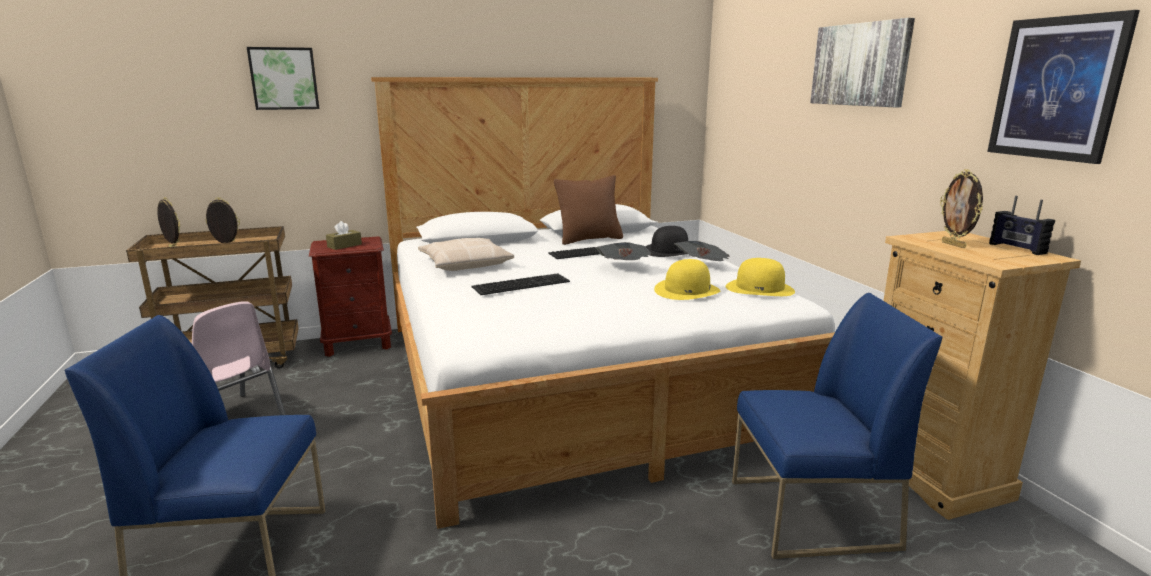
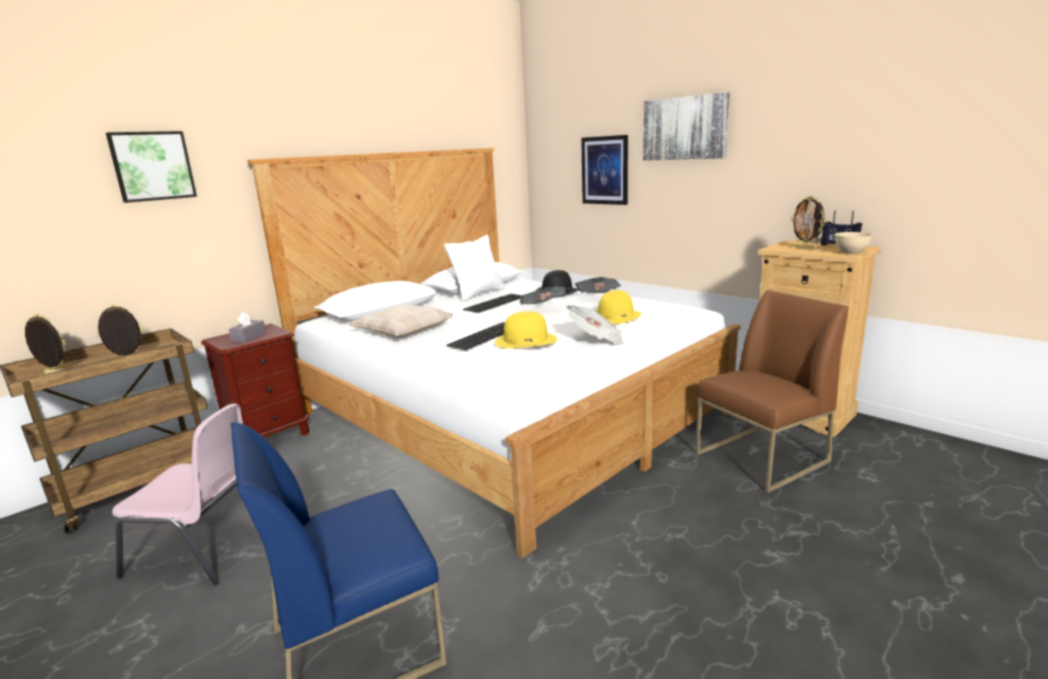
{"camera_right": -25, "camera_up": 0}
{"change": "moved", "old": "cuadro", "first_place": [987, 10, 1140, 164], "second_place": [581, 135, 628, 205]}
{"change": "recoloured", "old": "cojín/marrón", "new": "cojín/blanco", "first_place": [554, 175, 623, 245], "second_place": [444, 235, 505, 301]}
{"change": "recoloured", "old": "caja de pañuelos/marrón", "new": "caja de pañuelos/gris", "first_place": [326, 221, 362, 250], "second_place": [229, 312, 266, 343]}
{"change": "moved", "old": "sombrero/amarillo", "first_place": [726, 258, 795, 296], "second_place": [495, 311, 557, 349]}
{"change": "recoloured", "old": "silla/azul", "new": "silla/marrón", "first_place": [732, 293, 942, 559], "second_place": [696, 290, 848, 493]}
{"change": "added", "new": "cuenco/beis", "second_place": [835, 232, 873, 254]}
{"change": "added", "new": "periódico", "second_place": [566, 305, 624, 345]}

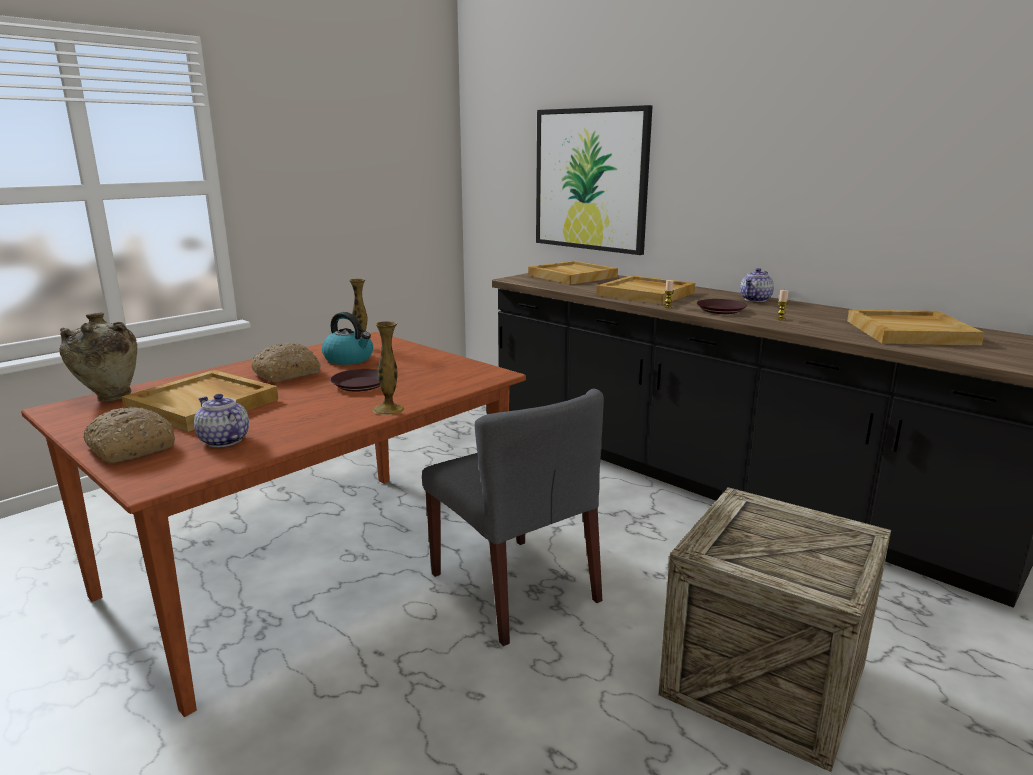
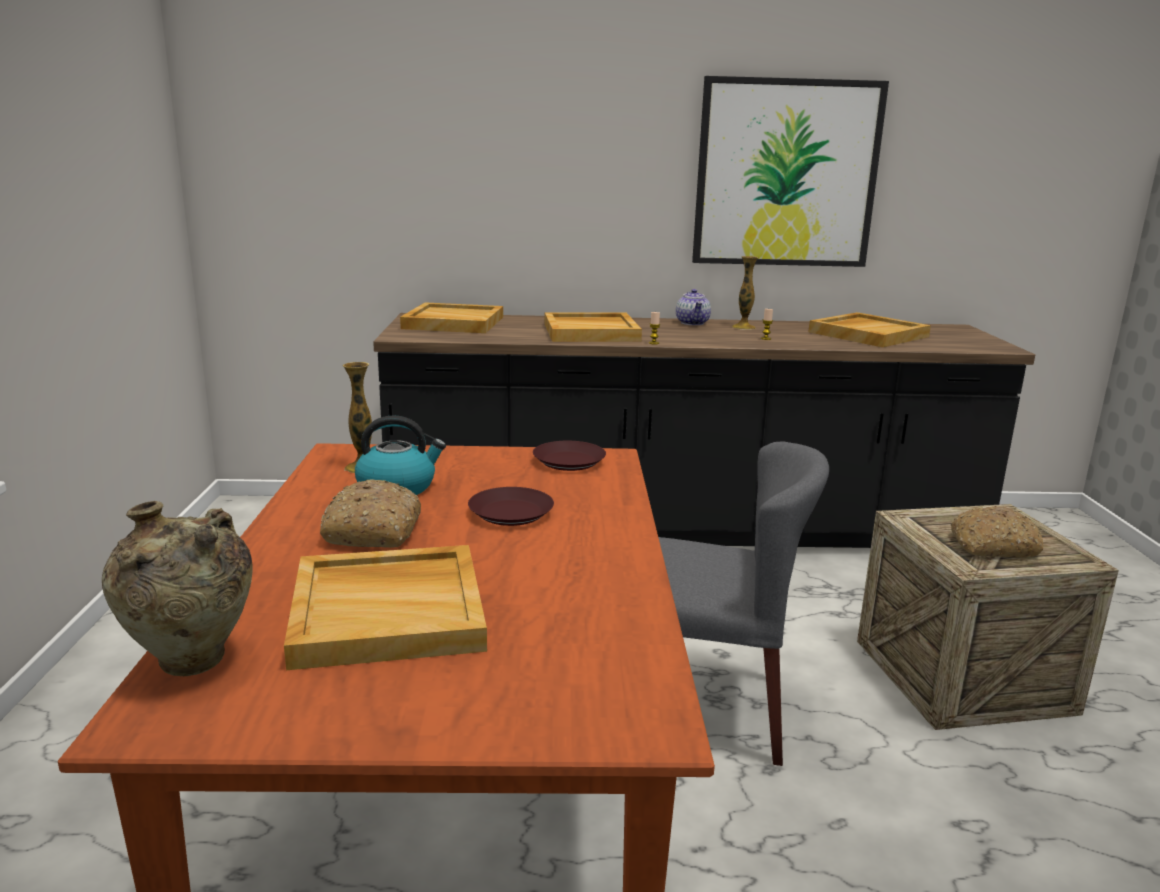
{"camera_right": -45, "camera_up": 0}
{"change": "moved", "old": "cuadro", "first_place": [536, 105, 652, 255], "second_place": [692, 76, 889, 267]}
{"change": "moved", "old": "plato/marrón", "first_place": [697, 299, 747, 314], "second_place": [533, 441, 606, 471]}
{"change": "moved", "old": "florero", "first_place": [373, 321, 404, 415], "second_place": [732, 256, 759, 330]}
{"change": "removed", "old": "tetera", "first_place": [194, 394, 249, 447]}
{"change": "moved", "old": "pan", "first_place": [83, 406, 175, 463], "second_place": [950, 506, 1043, 558]}

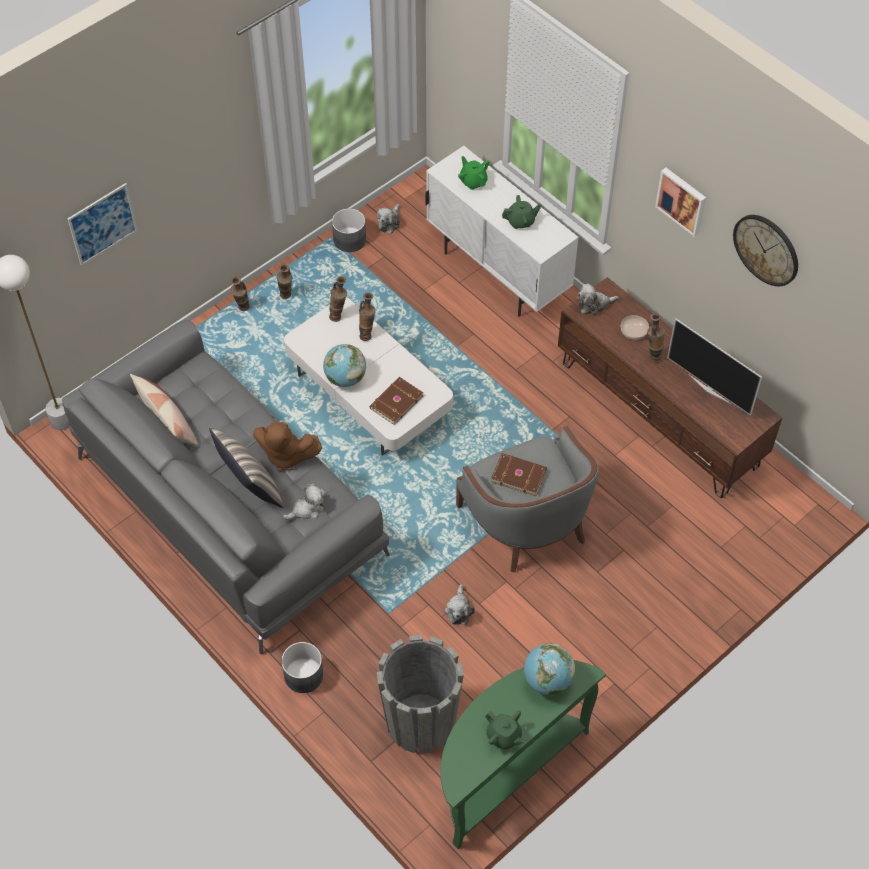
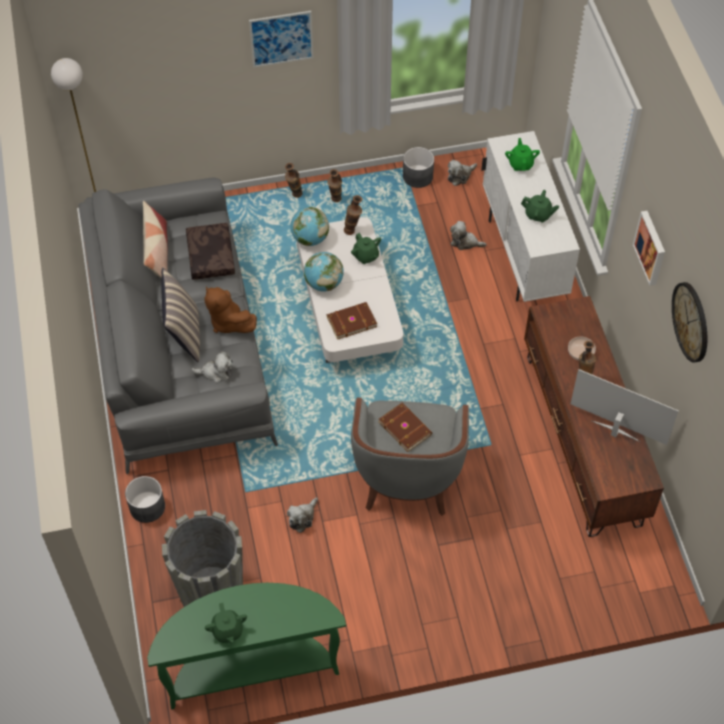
{"camera_right": 30, "camera_up": 0}
{"change": "moved", "old": "cuadro", "first_place": [68, 183, 138, 266], "second_place": [249, 11, 313, 68]}
{"change": "moved", "old": "peluche", "first_place": [577, 284, 619, 315], "second_place": [450, 221, 487, 250]}
{"change": "replaced", "old": "florero", "new": "tetera/verde", "first_place": [359, 292, 376, 341], "second_place": [351, 233, 381, 264]}
{"change": "turned", "old": "televisor", "first_place": [667, 318, 762, 416], "second_place": [571, 369, 679, 445], "degrees": 135}
{"change": "moved", "old": "globo terráqueo", "first_place": [524, 643, 575, 696], "second_place": [290, 207, 329, 246]}
{"change": "added", "new": "cojín/marrón", "second_place": [186, 223, 235, 280]}

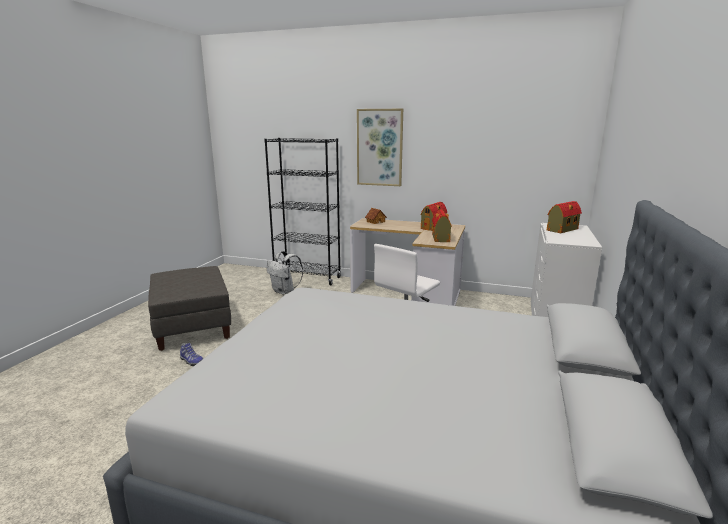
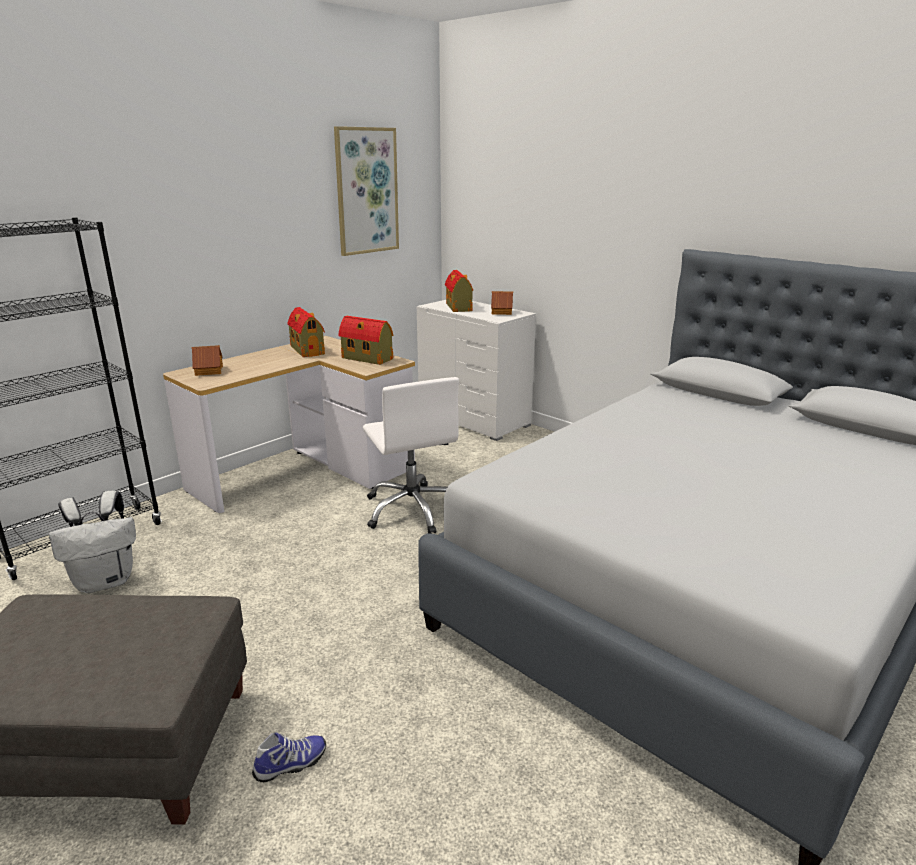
{"camera_right": -65, "camera_up": 5}
{"change": "moved", "old": "cuadro", "first_place": [357, 109, 403, 186], "second_place": [334, 126, 399, 256]}
{"change": "added", "new": "casita", "second_place": [491, 291, 513, 315]}

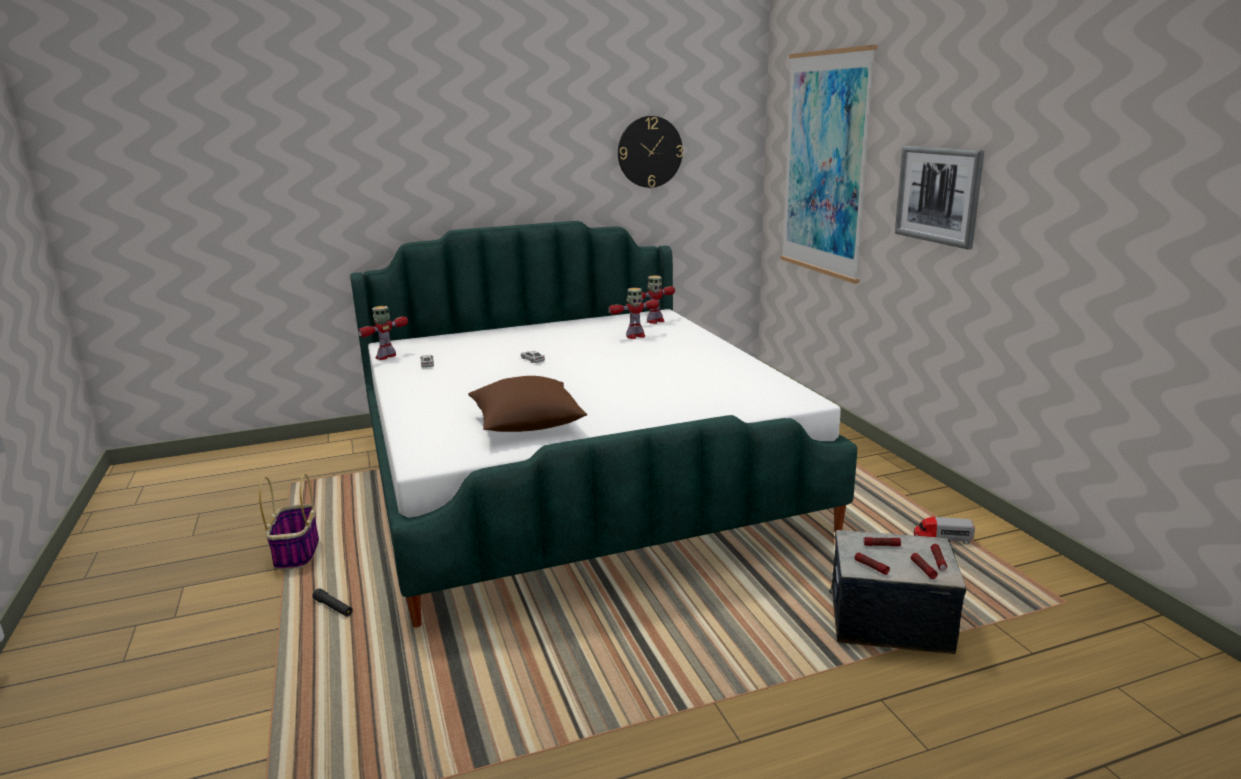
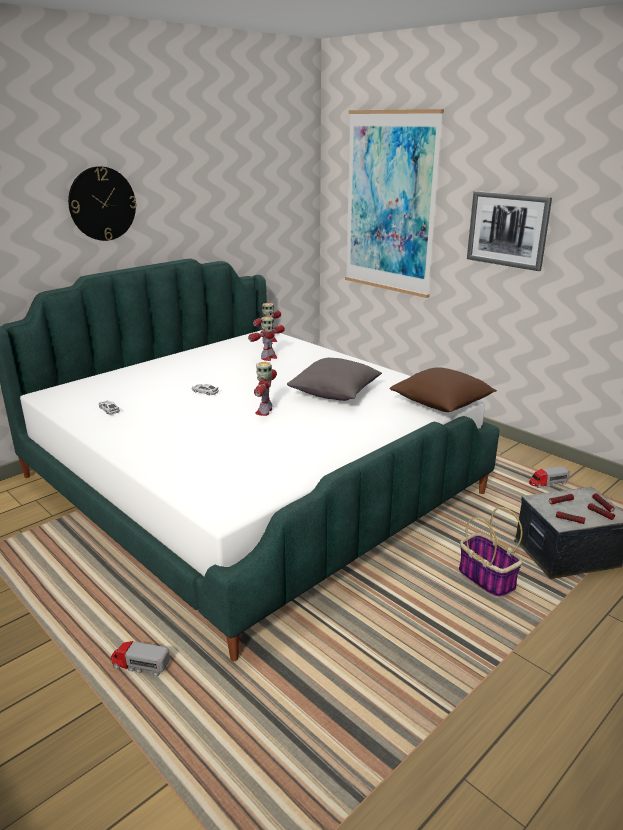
{"camera_right": -25, "camera_up": 5}
{"change": "moved", "old": "reloj de pared", "first_place": [618, 116, 683, 188], "second_place": [68, 166, 137, 241]}
{"change": "moved", "old": "robot de juguete", "first_place": [358, 306, 408, 360], "second_place": [254, 362, 277, 416]}
{"change": "moved", "old": "cojín/marrón", "first_place": [468, 376, 587, 432], "second_place": [390, 367, 497, 412]}
{"change": "moved", "old": "cesta", "first_place": [259, 474, 319, 570], "second_place": [459, 507, 522, 598]}
{"change": "replaced", "old": "linterna/negro", "new": "camión de juguete", "first_place": [312, 588, 353, 617], "second_place": [111, 641, 170, 676]}
{"change": "added", "new": "cojín/gris", "second_place": [287, 358, 382, 401]}

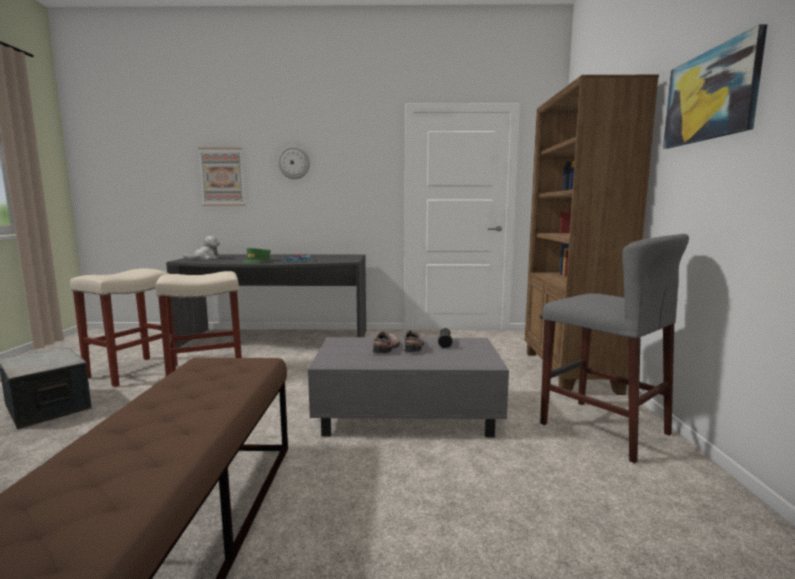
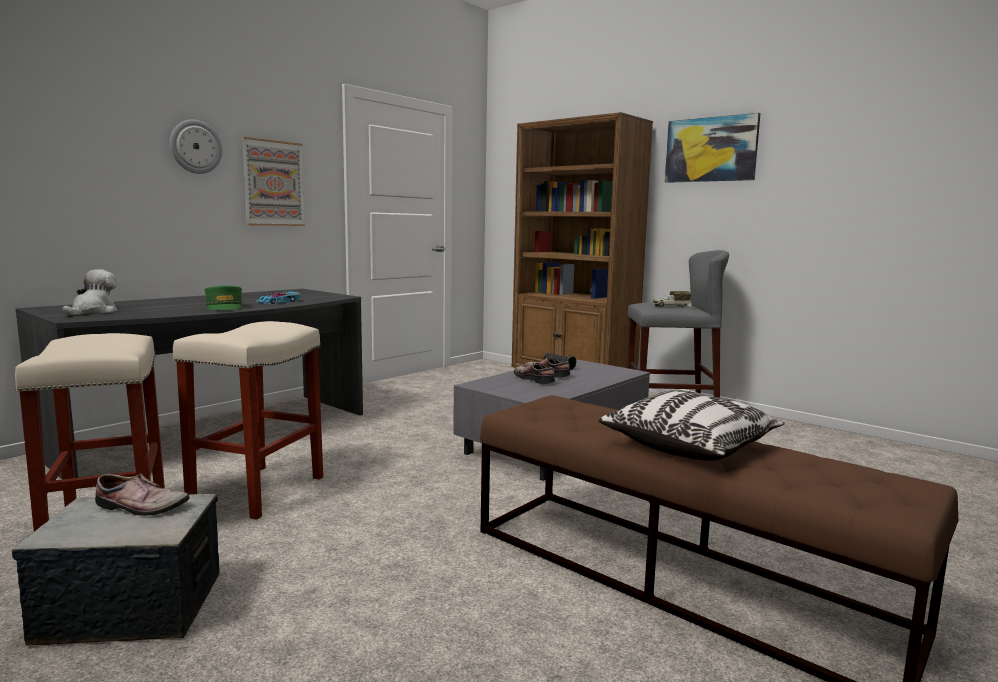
{"camera_right": -50, "camera_up": 0}
{"change": "moved", "old": "cuadro", "first_place": [198, 148, 245, 206], "second_place": [242, 137, 305, 226]}
{"change": "added", "new": "camión de juguete", "second_place": [653, 291, 691, 307]}
{"change": "added", "new": "cojín", "second_place": [598, 390, 785, 461]}
{"change": "added", "new": "zapato", "second_place": [95, 474, 189, 516]}

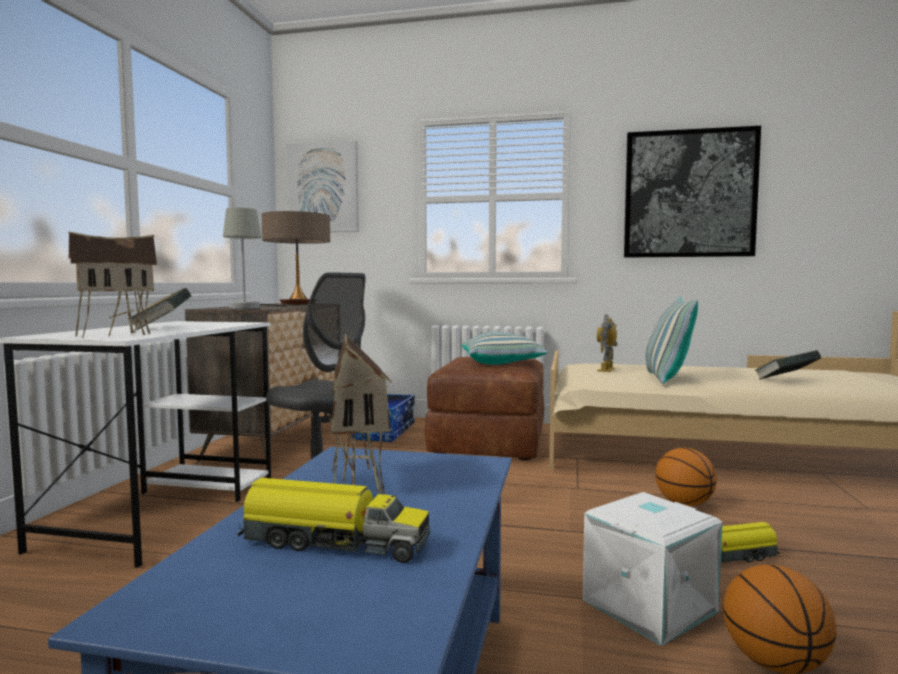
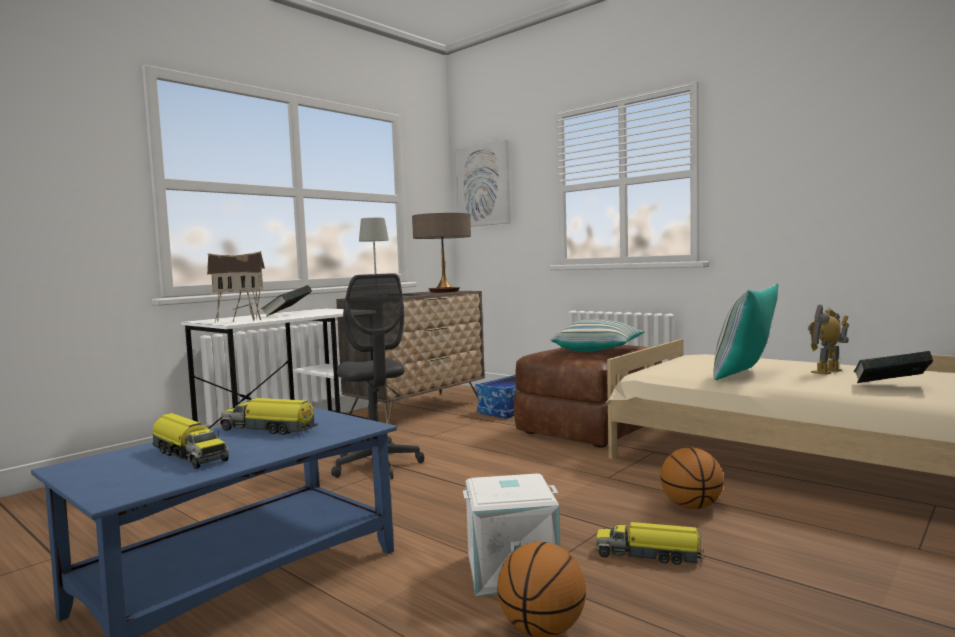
{"camera_right": 30, "camera_up": 0}
{"change": "removed", "old": "cuadro", "first_place": [624, 126, 761, 258]}
{"change": "moved", "old": "robot de juguete", "first_place": [597, 314, 618, 372], "second_place": [808, 305, 849, 375]}
{"change": "replaced", "old": "casita", "new": "camión de juguete", "first_place": [331, 334, 392, 494], "second_place": [220, 398, 318, 435]}

